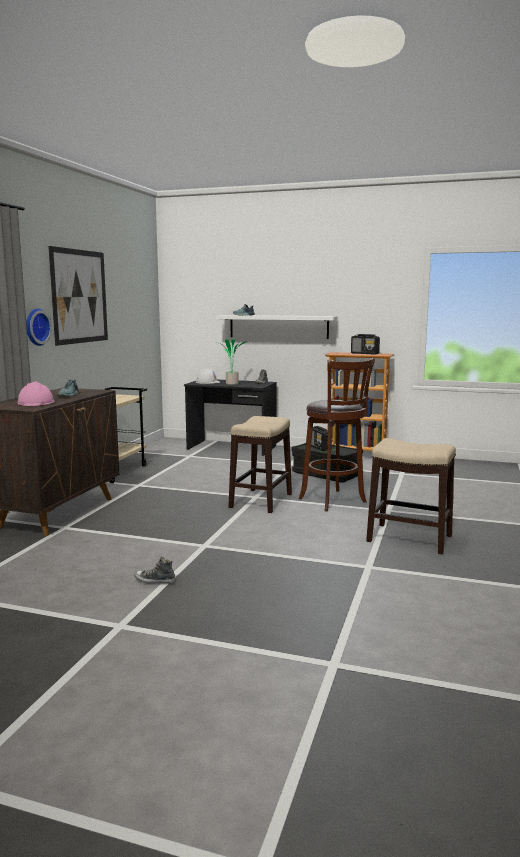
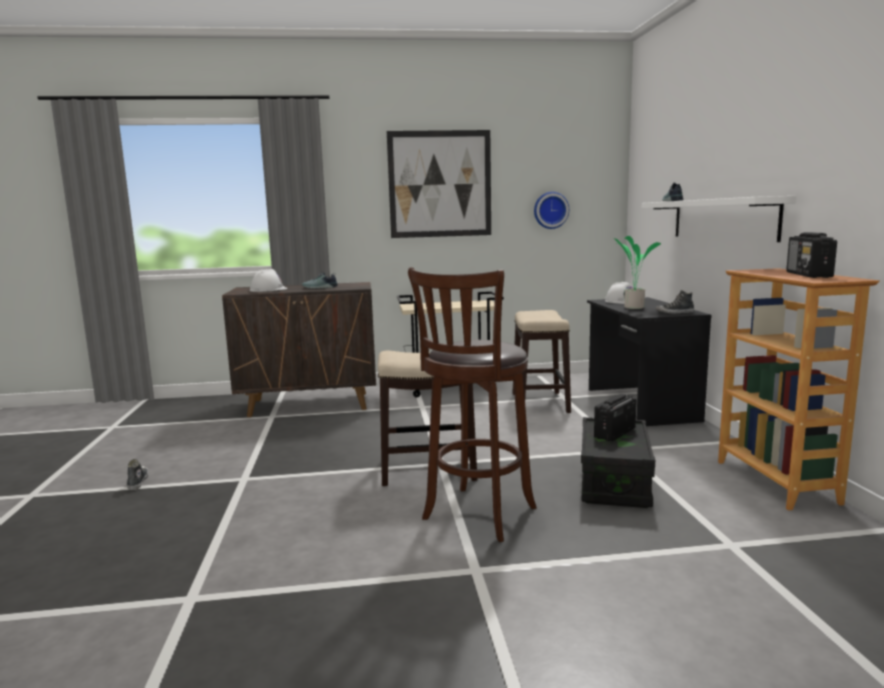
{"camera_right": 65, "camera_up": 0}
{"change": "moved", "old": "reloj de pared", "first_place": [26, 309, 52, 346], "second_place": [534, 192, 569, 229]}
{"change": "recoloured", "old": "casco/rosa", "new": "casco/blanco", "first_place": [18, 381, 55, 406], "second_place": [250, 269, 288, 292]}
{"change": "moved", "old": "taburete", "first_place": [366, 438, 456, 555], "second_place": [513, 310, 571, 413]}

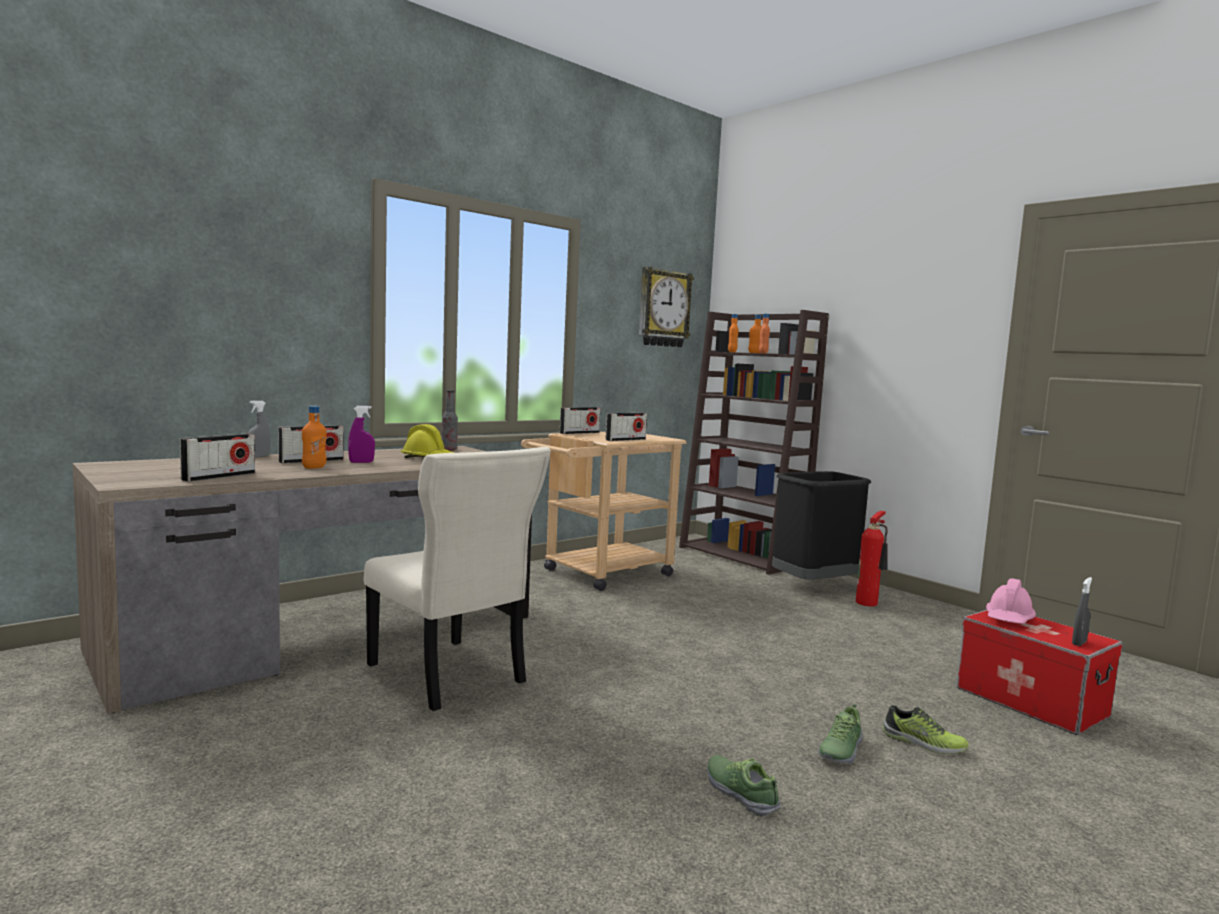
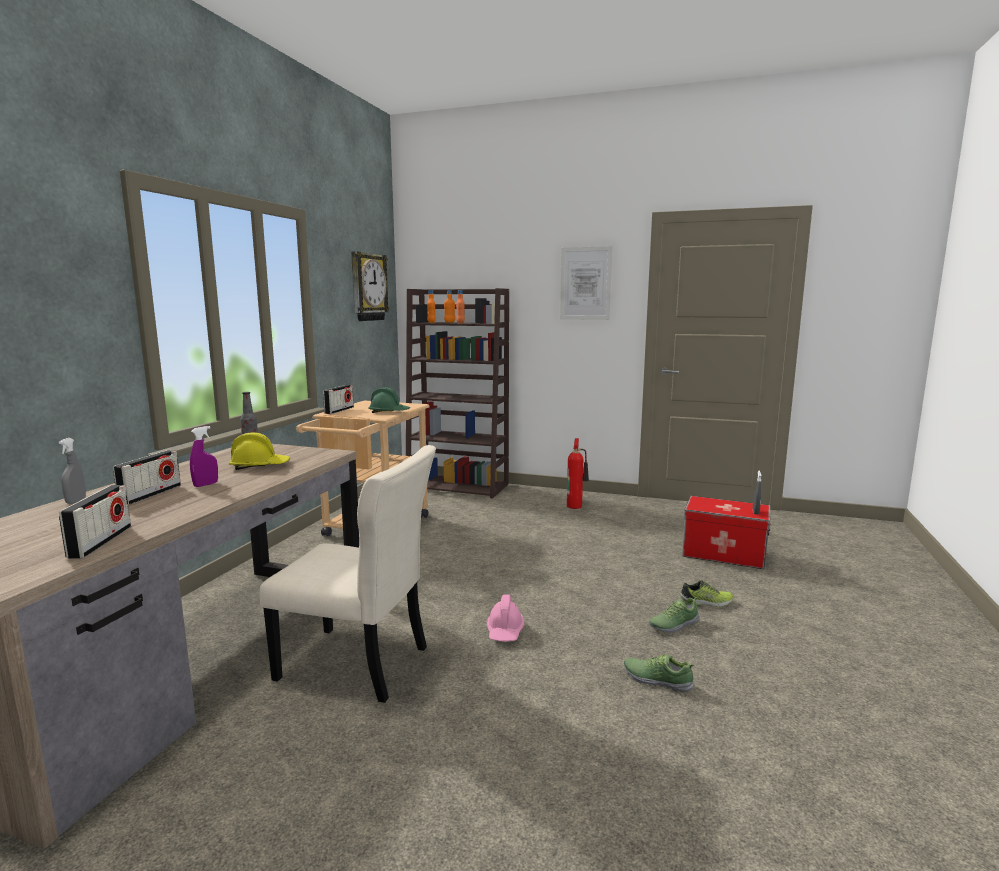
{"camera_right": -30, "camera_up": 5}
{"change": "removed", "old": "botella/naranja", "first_place": [302, 406, 327, 469]}
{"change": "replaced", "old": "radio", "new": "casco/verde", "first_place": [605, 413, 647, 441], "second_place": [368, 387, 410, 413]}
{"change": "removed", "old": "papelera/negro", "first_place": [772, 471, 871, 580]}
{"change": "moved", "old": "casco/rosa", "first_place": [986, 578, 1036, 624], "second_place": [487, 595, 524, 642]}
{"change": "turned", "old": "zapato", "first_place": [818, 704, 863, 764], "second_place": [649, 597, 700, 633], "degrees": 60}
{"change": "added", "new": "cuadro", "second_place": [560, 246, 612, 320]}

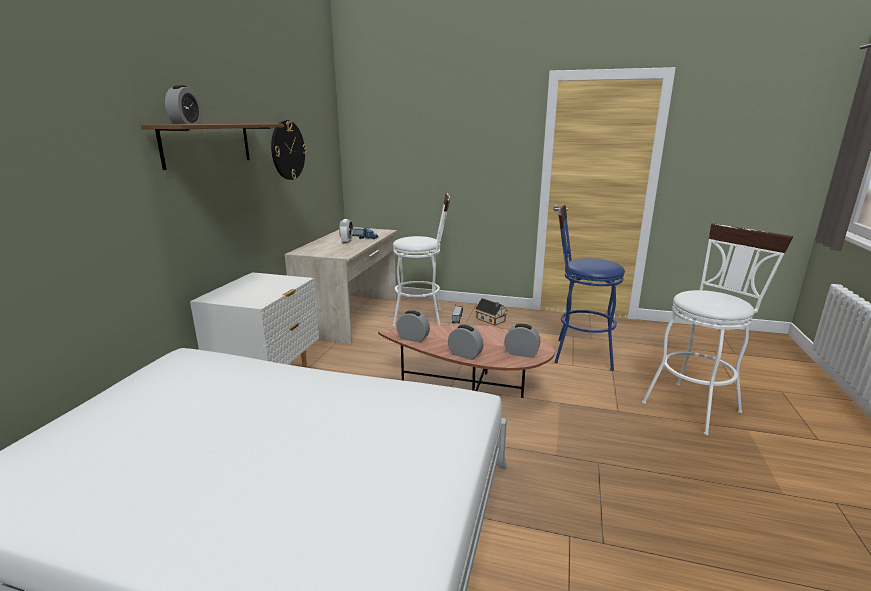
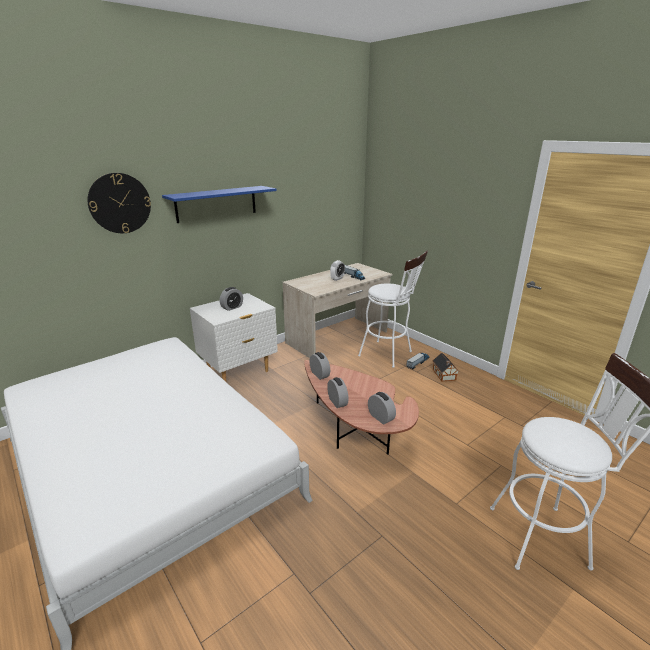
{"camera_right": 35, "camera_up": 5}
{"change": "moved", "old": "despertador", "first_place": [165, 85, 202, 124], "second_place": [220, 287, 243, 311]}
{"change": "moved", "old": "reloj de pared", "first_place": [271, 120, 307, 180], "second_place": [87, 173, 151, 233]}
{"change": "recoloured", "old": "estante/marrón", "new": "estante/azul", "first_place": [141, 124, 284, 170], "second_place": [162, 186, 277, 223]}
{"change": "removed", "old": "taburete/azul", "first_place": [554, 205, 625, 371]}

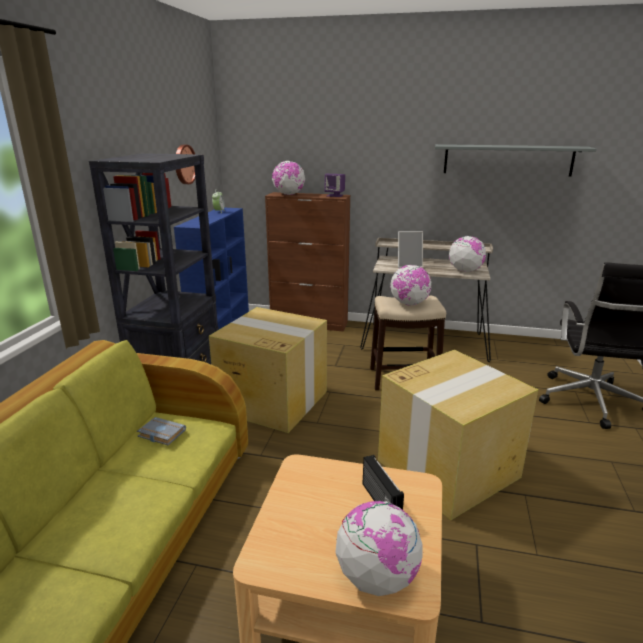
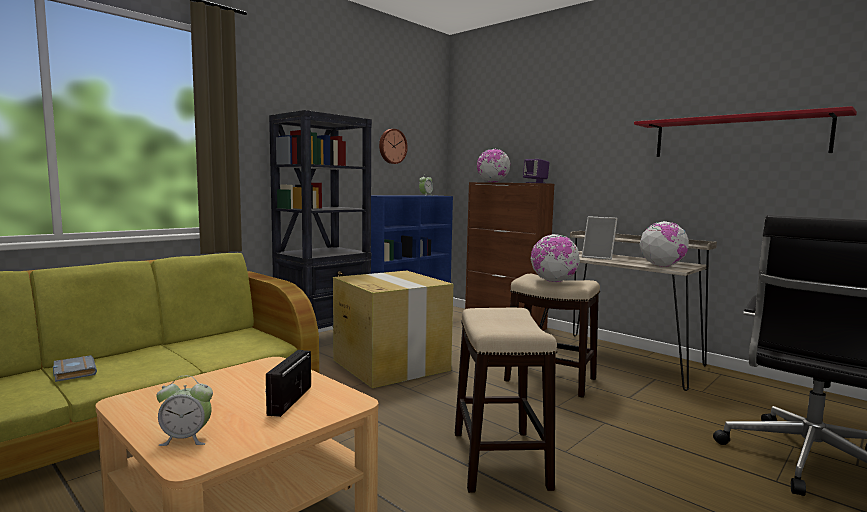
{"camera_right": 30, "camera_up": -15}
{"change": "recoloured", "old": "estante/gris", "new": "estante/rojo", "first_place": [435, 144, 597, 177], "second_place": [634, 106, 857, 157]}
{"change": "replaced", "old": "caja de cartón", "new": "taburete", "first_place": [378, 350, 538, 520], "second_place": [455, 308, 557, 493]}
{"change": "moved", "old": "libro/gris", "first_place": [137, 417, 186, 445], "second_place": [53, 355, 97, 382]}
{"change": "replaced", "old": "globo terráqueo", "new": "despertador", "first_place": [335, 501, 423, 596], "second_place": [157, 376, 213, 446]}

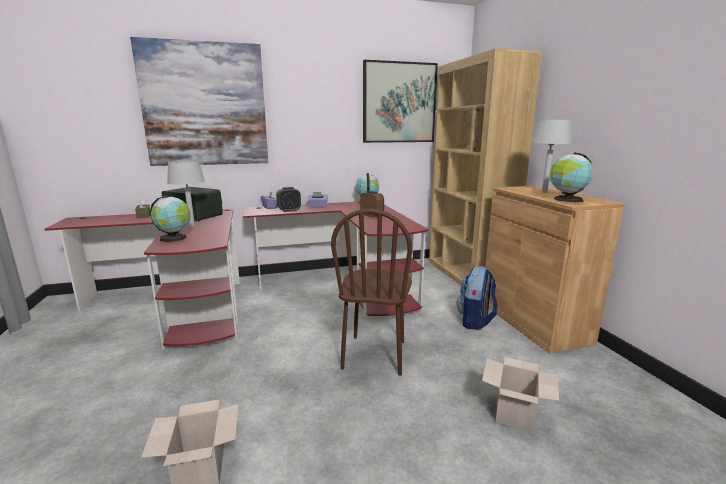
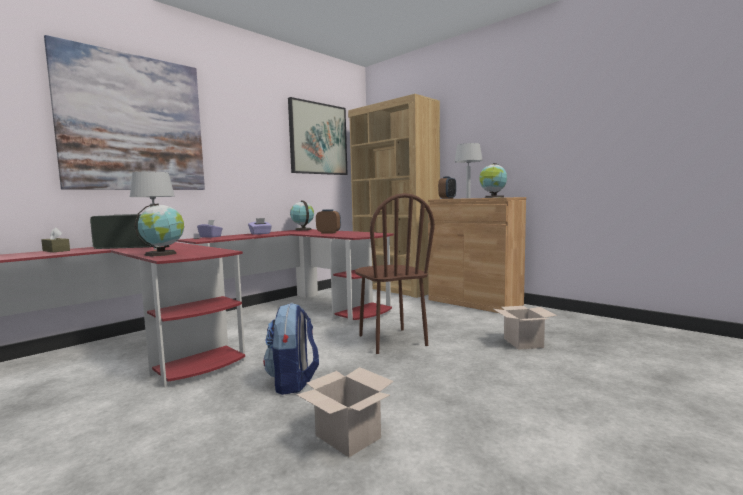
{"camera_right": -30, "camera_up": -10}
{"change": "moved", "old": "despertador", "first_place": [276, 187, 301, 212], "second_place": [438, 177, 456, 199]}
{"change": "moved", "old": "mochila", "first_place": [457, 266, 497, 330], "second_place": [263, 303, 319, 395]}

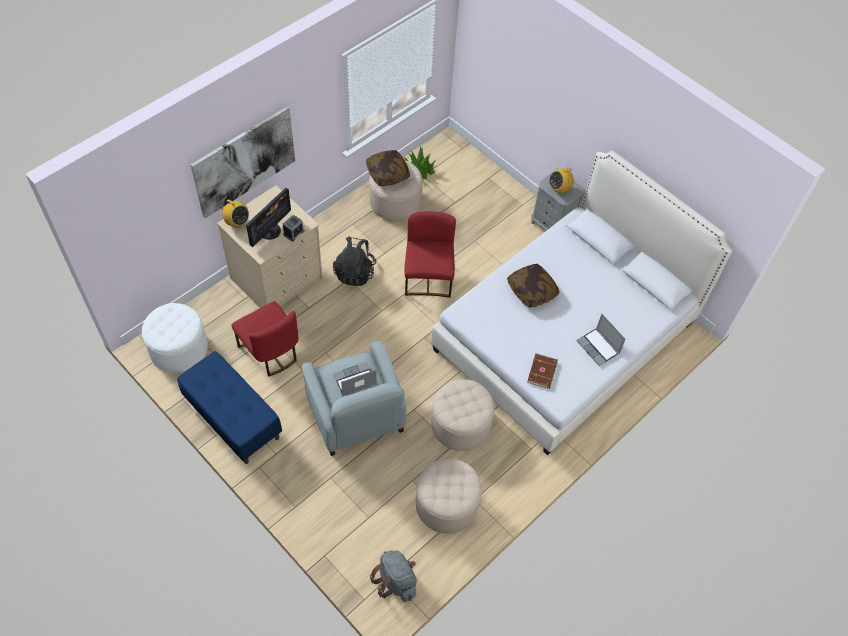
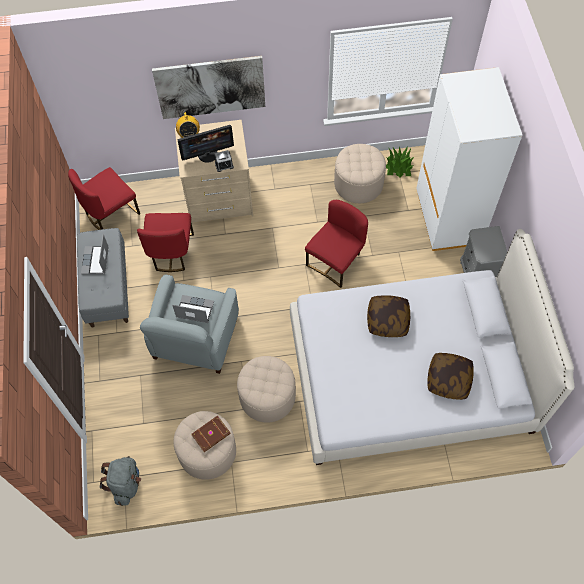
{"camera_right": 40, "camera_up": 5}
{"change": "moved", "old": "cojín", "first_place": [366, 150, 410, 186], "second_place": [427, 353, 474, 400]}
{"change": "removed", "old": "radio", "first_place": [549, 165, 574, 194]}
{"change": "removed", "old": "mochila/negro", "first_place": [333, 236, 377, 286]}
{"change": "replaced", "old": "puf/blanco", "new": "silla/rojo", "first_place": [142, 303, 208, 373], "second_place": [68, 167, 140, 230]}
{"change": "moved", "old": "portátil", "first_place": [576, 314, 626, 366], "second_place": [81, 234, 109, 275]}
{"change": "recoloured", "old": "banco/azul", "new": "banco/gris", "first_place": [177, 351, 282, 464], "second_place": [77, 228, 129, 328]}
{"change": "moved", "old": "libro/marrón", "first_place": [527, 353, 558, 389], "second_place": [191, 415, 231, 452]}
{"change": "added", "new": "armario ropero/blanco", "second_place": [416, 67, 522, 251]}

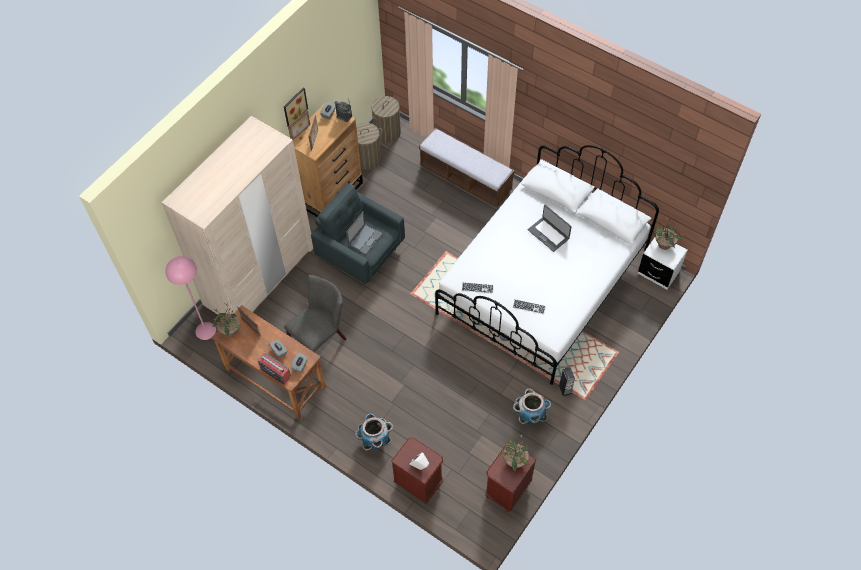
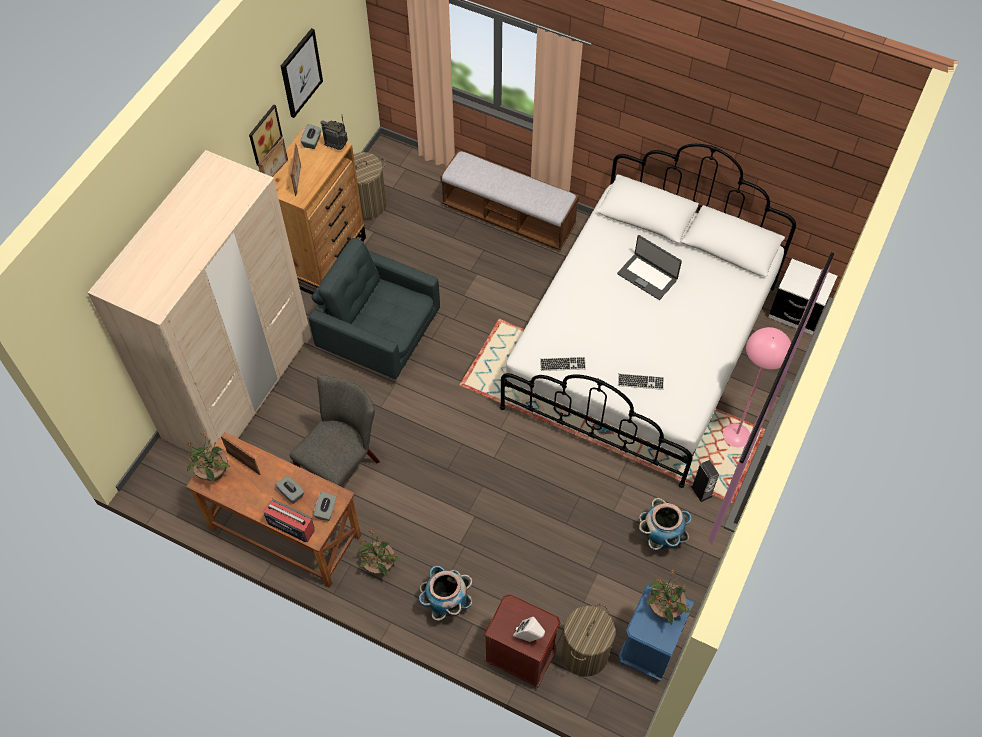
{"camera_right": -10, "camera_up": 0}
{"change": "moved", "old": "cesto de la ropa", "first_place": [371, 96, 401, 143], "second_place": [561, 604, 615, 677]}
{"change": "removed", "old": "portátil", "first_place": [346, 211, 383, 254]}
{"change": "moved", "old": "planta en maceta", "first_place": [654, 218, 683, 250], "second_place": [358, 529, 400, 577]}
{"change": "moved", "old": "lámpara de pie/rosa", "first_place": [165, 256, 216, 340], "second_place": [723, 327, 791, 447]}
{"change": "recoloured", "old": "mesita de noche/marrón", "new": "mesita de noche/azul", "first_place": [485, 445, 536, 512], "second_place": [619, 583, 694, 681]}
{"change": "added", "new": "cuadro", "second_place": [281, 28, 323, 118]}

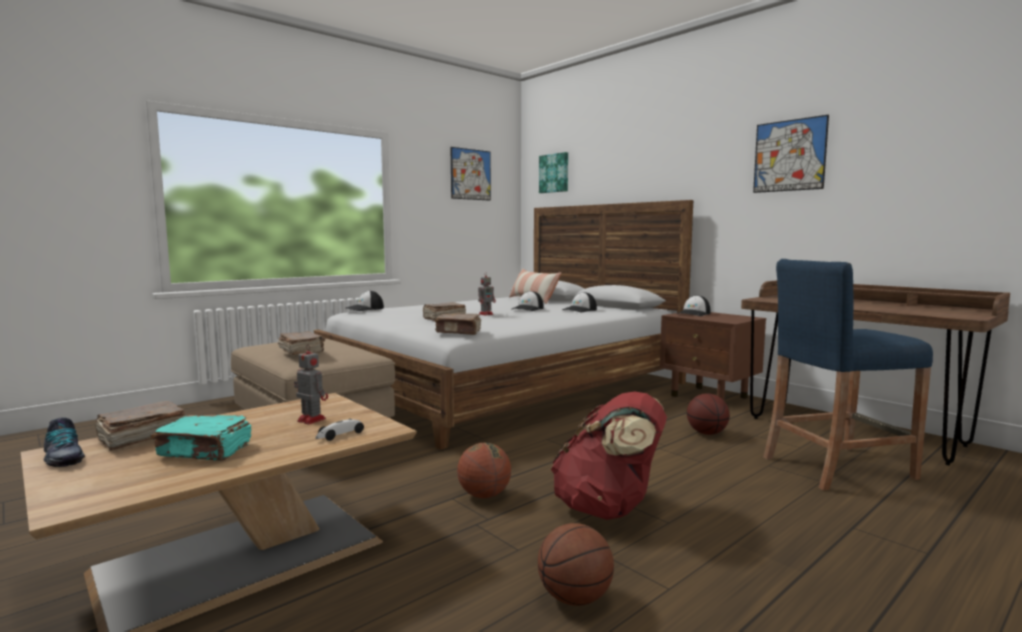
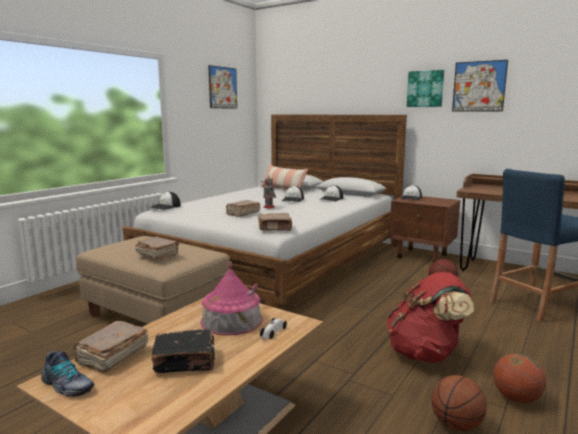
{"camera_right": -15, "camera_up": 5}
{"change": "moved", "old": "cuadro", "first_place": [539, 152, 568, 193], "second_place": [407, 70, 444, 107]}
{"change": "replaced", "old": "robot de juguete", "new": "casita", "first_place": [294, 344, 328, 425], "second_place": [201, 262, 263, 335]}
{"change": "recoloured", "old": "libro/turquesa", "new": "libro/negro", "first_place": [151, 415, 251, 461], "second_place": [151, 329, 215, 373]}
{"change": "moved", "old": "balón de baloncesto", "first_place": [457, 443, 511, 498], "second_place": [493, 353, 546, 403]}

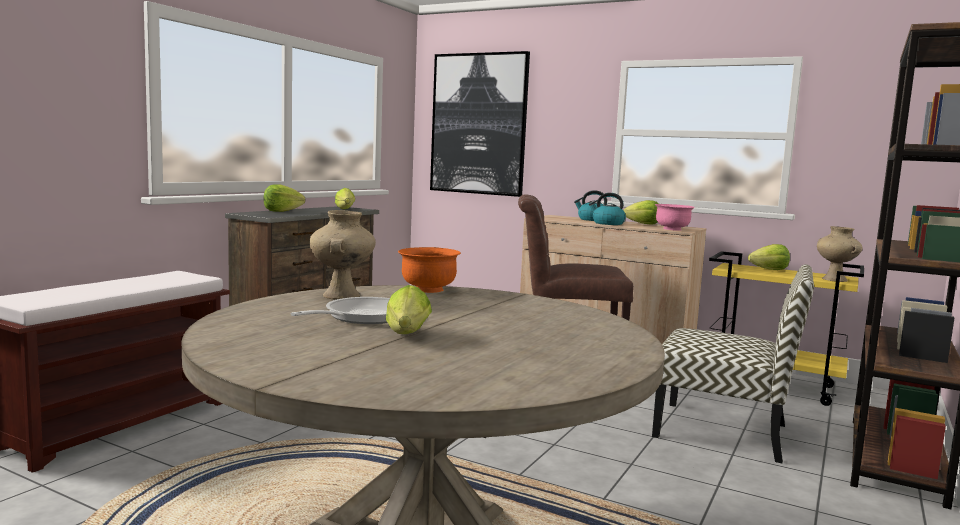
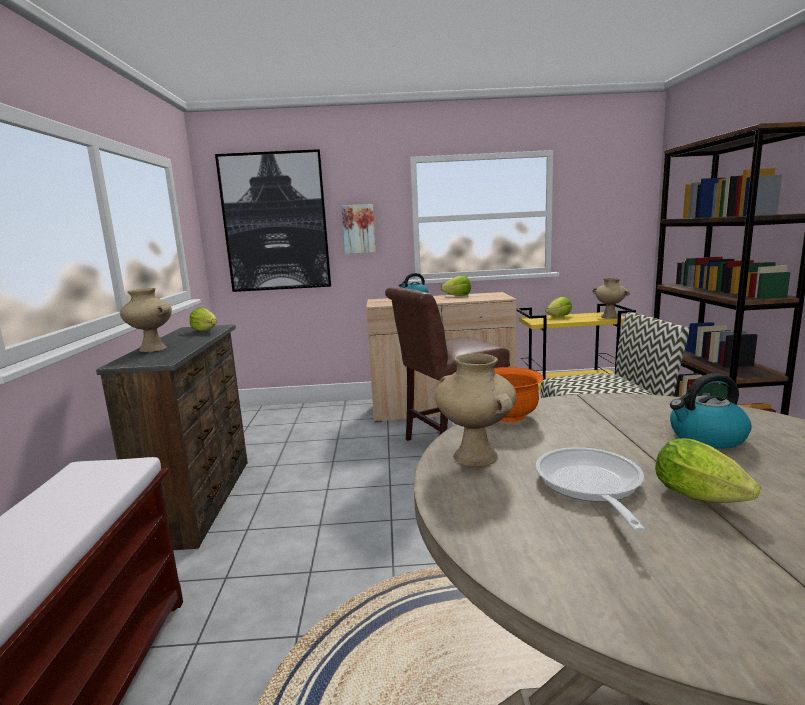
{"camera_right": -30, "camera_up": 5}
{"change": "replaced", "old": "lechuga", "new": "florero/beis", "first_place": [264, 184, 305, 212], "second_place": [120, 288, 172, 352]}
{"change": "moved", "old": "hervidor", "first_place": [589, 193, 626, 225], "second_place": [670, 373, 752, 449]}
{"change": "removed", "old": "cuenco/rosa", "first_place": [655, 204, 695, 231]}
{"change": "added", "new": "cuadro", "second_place": [341, 204, 376, 254]}

